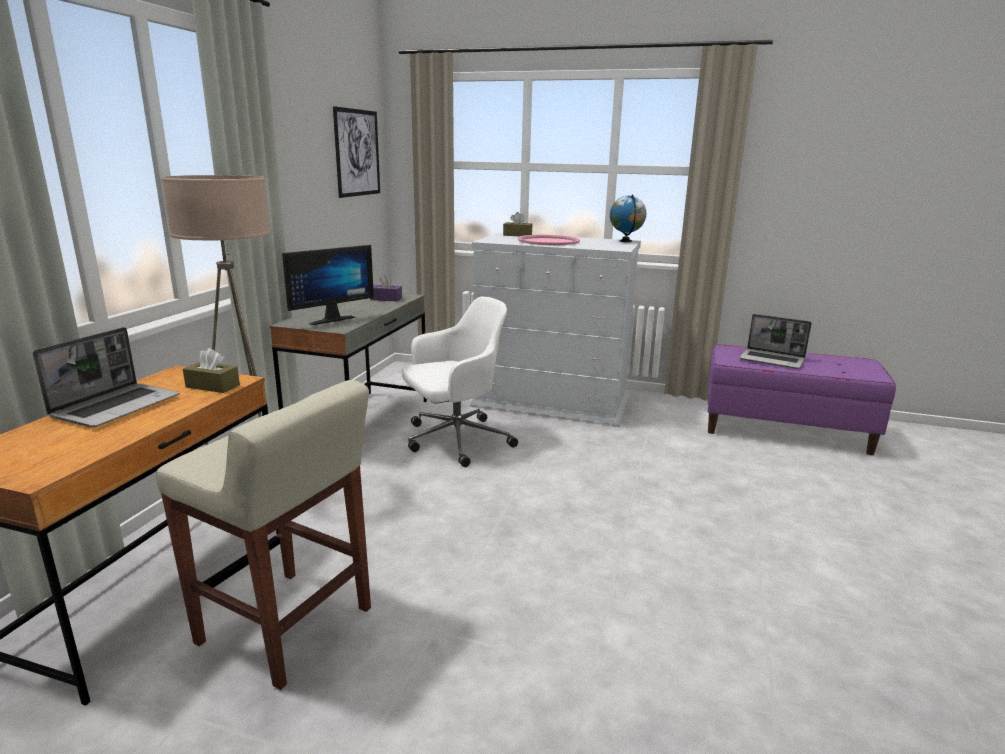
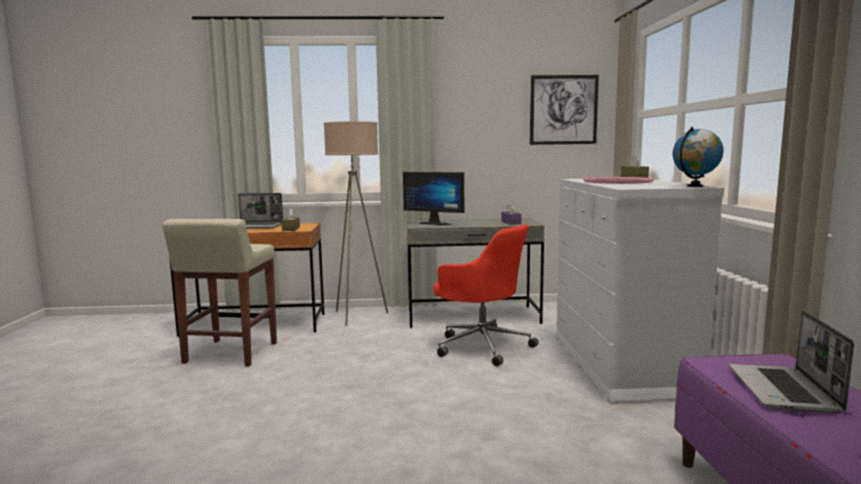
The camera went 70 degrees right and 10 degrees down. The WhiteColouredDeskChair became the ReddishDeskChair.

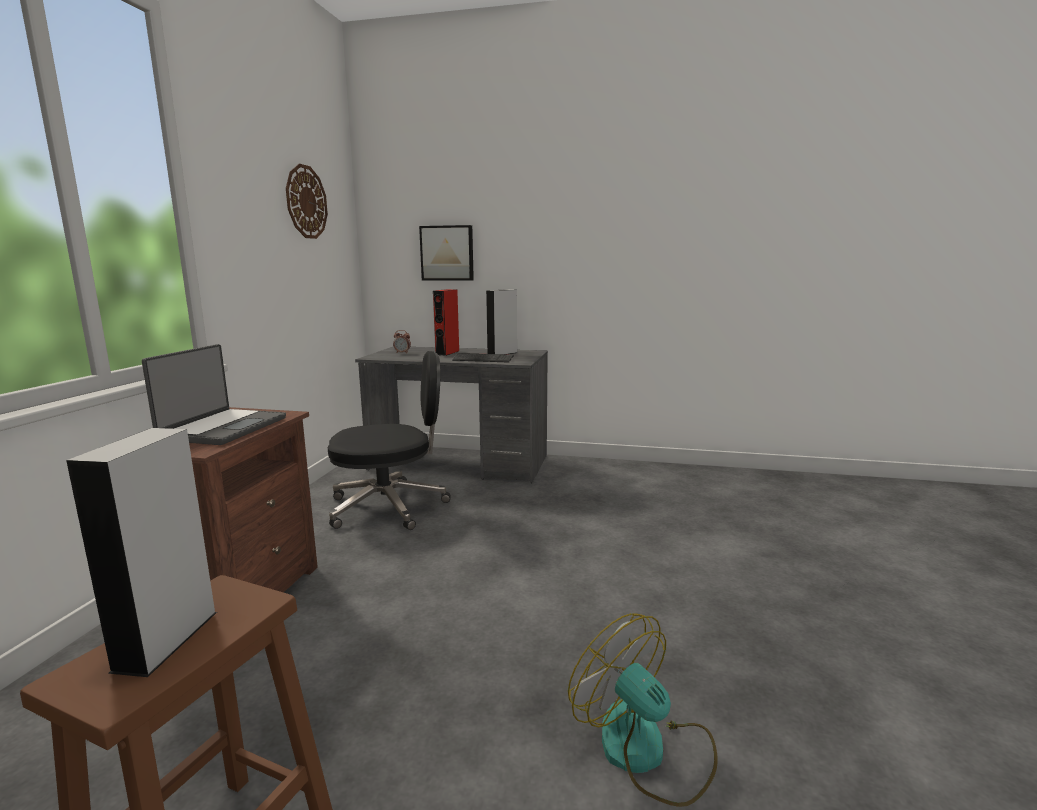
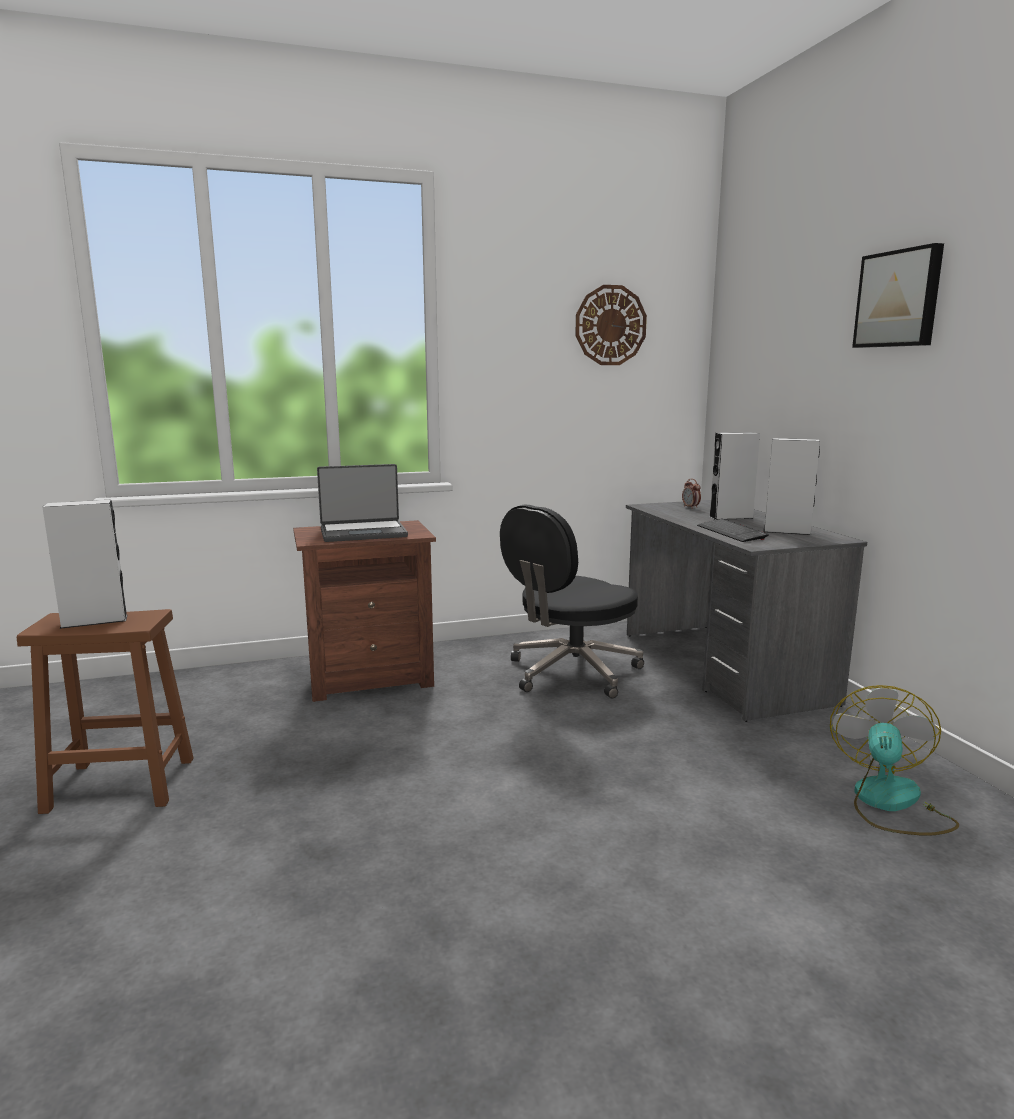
The camera went 60 degrees right and 0 degrees up. The BlackColouredDeskChair turned 90 degrees clockwise. The ReddishSpeaker became the GreySpeaker (no. 2 from left). The Fan moved. The WallArt moved.

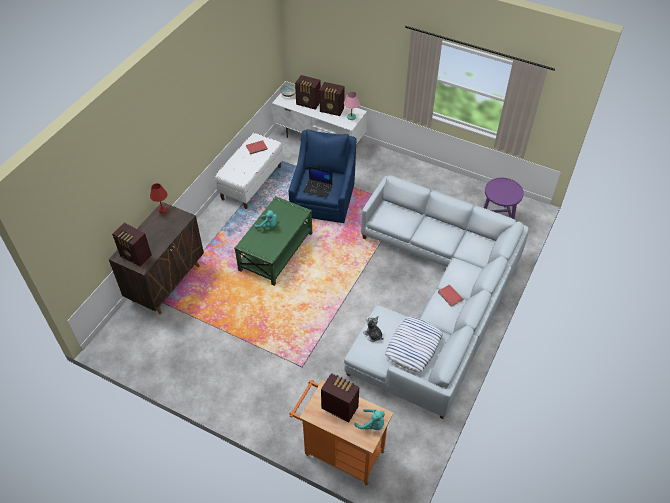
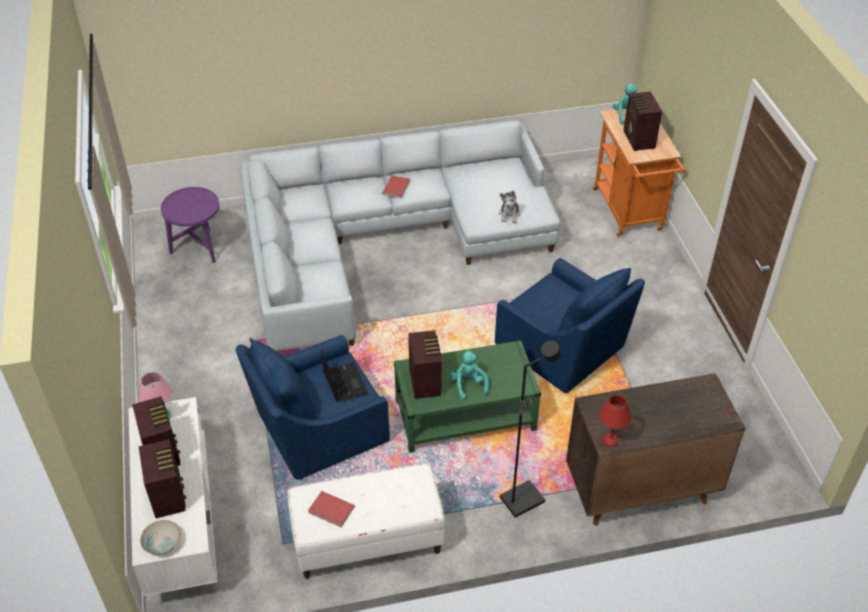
The camera went 130 degrees left and 5 degrees down. The Radio (no. 1 from left in the first image) moved. The BlueColouredArmchair (no. 2 from left) appeared. The BlackColouredStandardLamp appeared. The ThrowPillow disappeared.

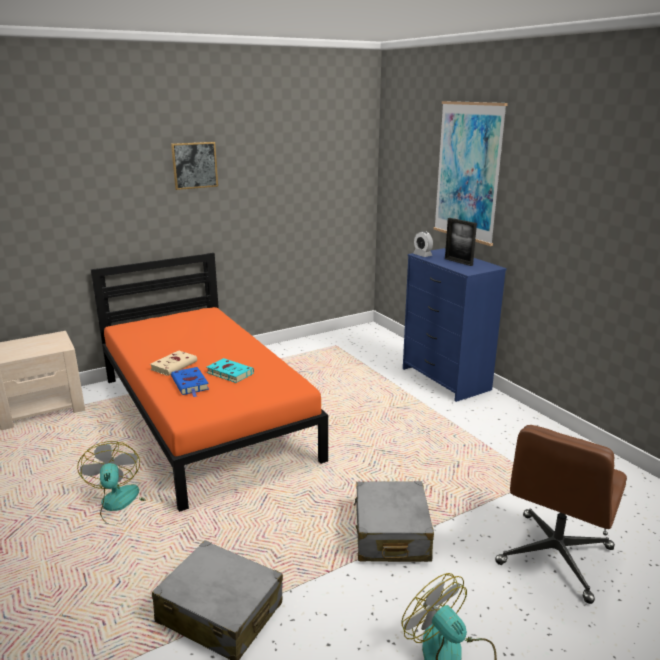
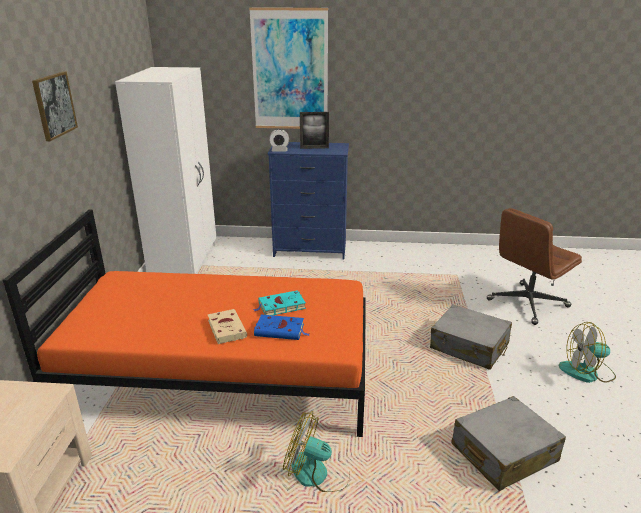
The camera went 55 degrees left and 5 degrees up. The WhiteColouredWardrobe appeared. The BrownDeskChair turned 75 degrees clockwise.

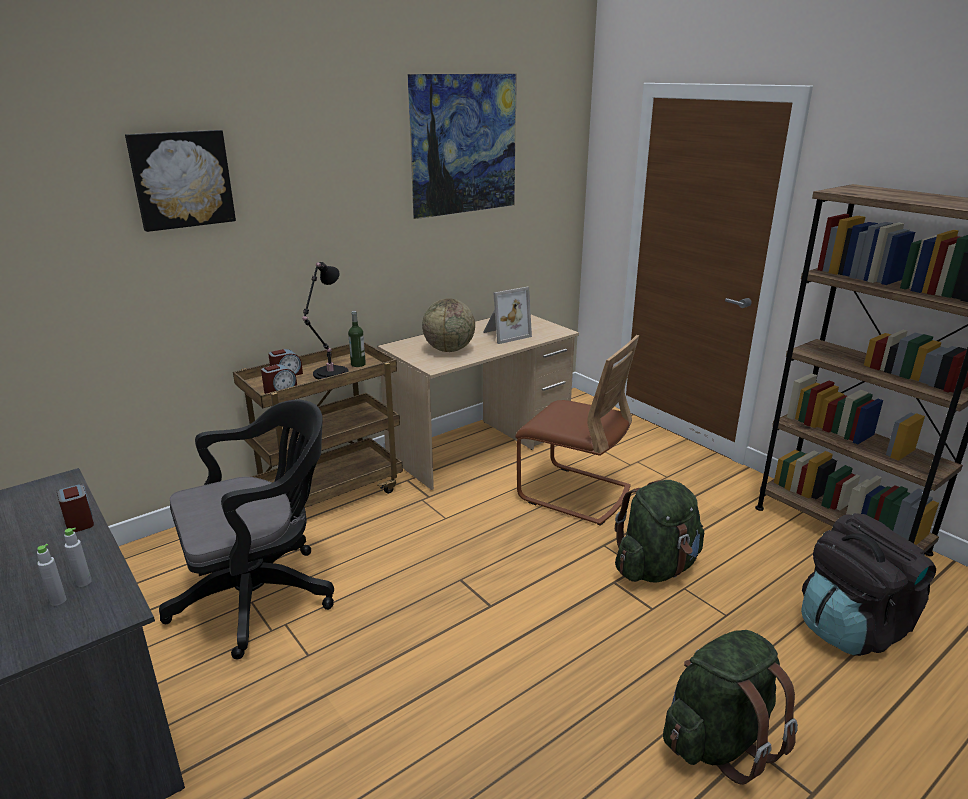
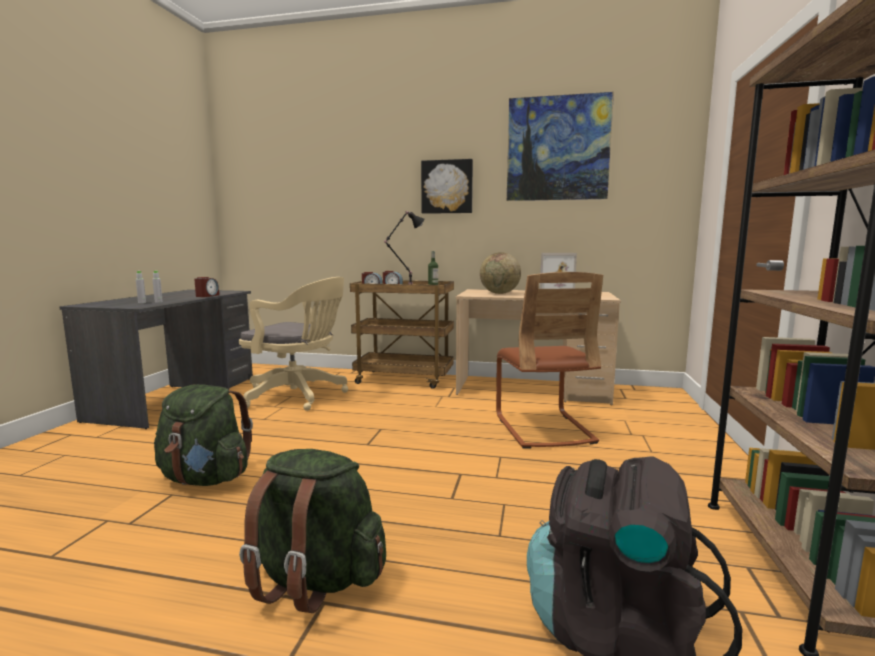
The camera went 50 degrees right and 15 degrees down. The GreenBackpack (no. 1 from left) moved. The BlackColouredDeskChair became the BeigeDeskChair. The WallArt (no. 1 from left) moved.

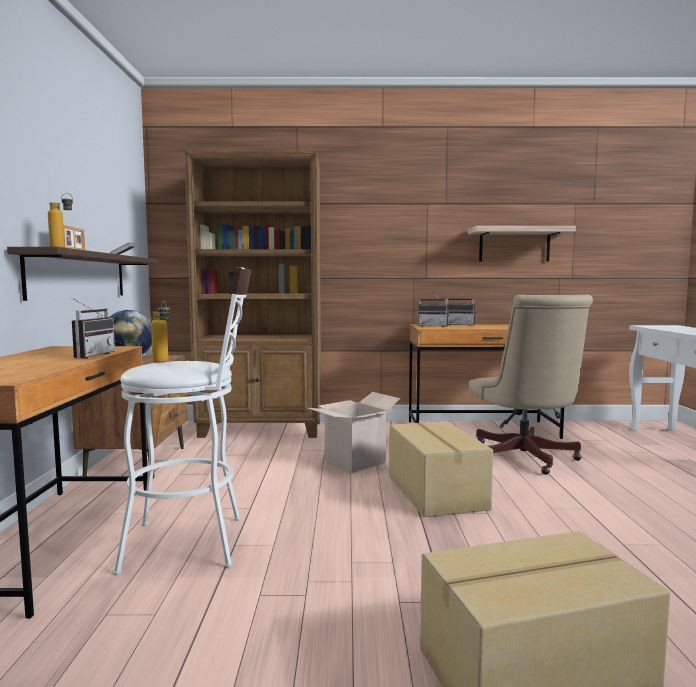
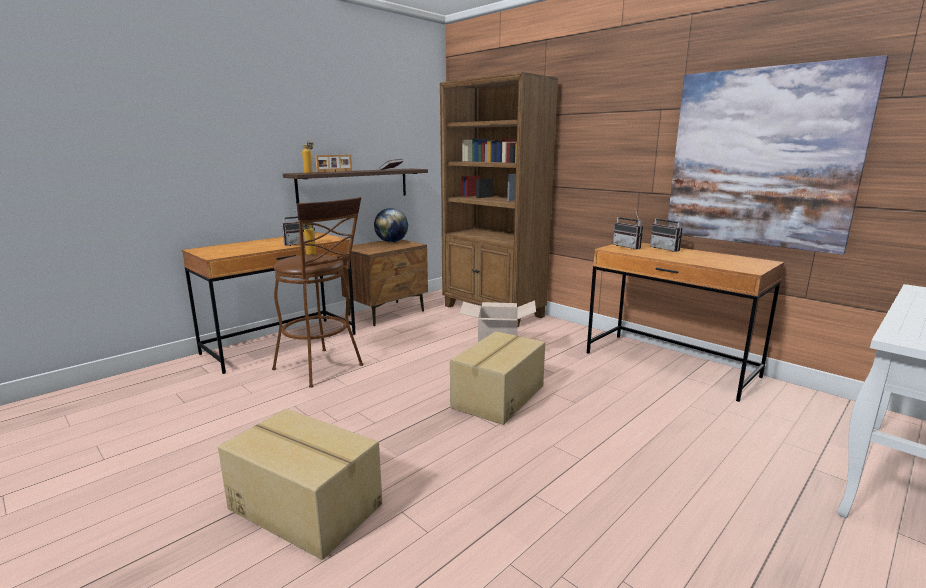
The camera went 45 degrees right and 10 degrees up. The WhiteColouredSittingStool became the BrownSittingStool. The WallShelf (no. 2 from left) was replaced by the WallArt. The BeigeDeskChair disappeared.

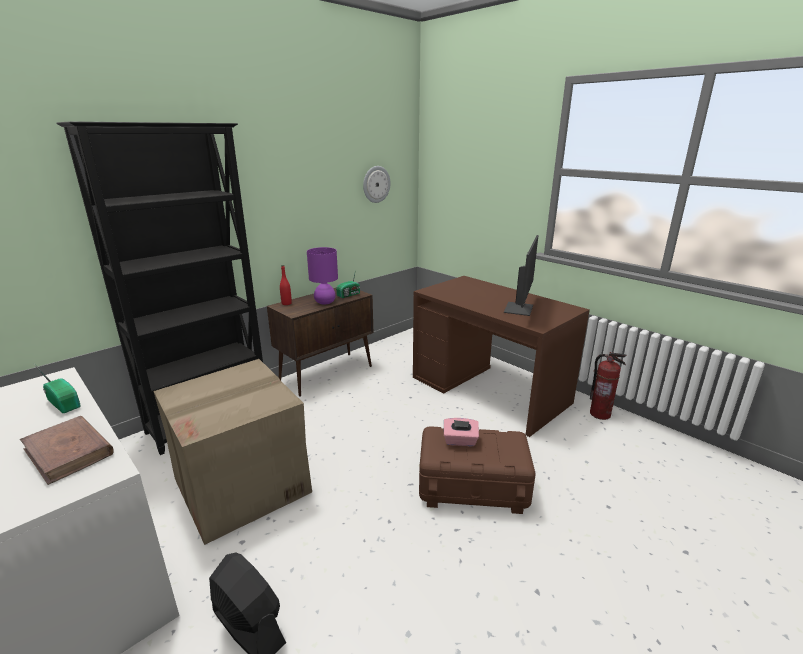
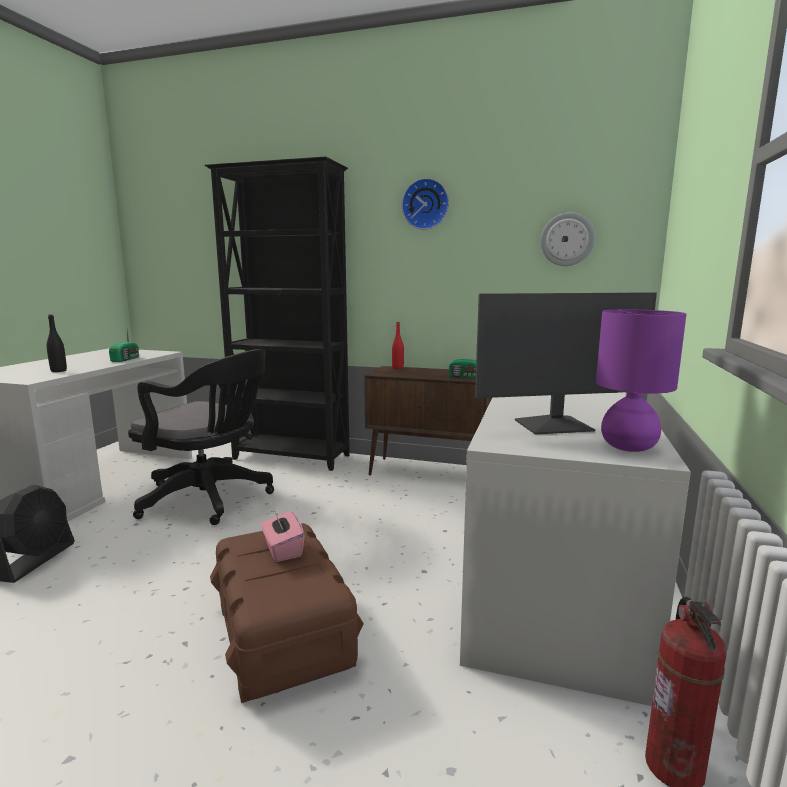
The camera went 60 degrees right and 10 degrees down. The BrownVolume was replaced by the BlackColouredDrinkBottle. The CardboardBox was replaced by the BlackColouredDeskChair. The WallClock (no. 1 from left) appeared. The BrownDeskUnit became the WhiteColouredDeskUnit (no. 2 from left). The PurpleColouredTableLamp moved.

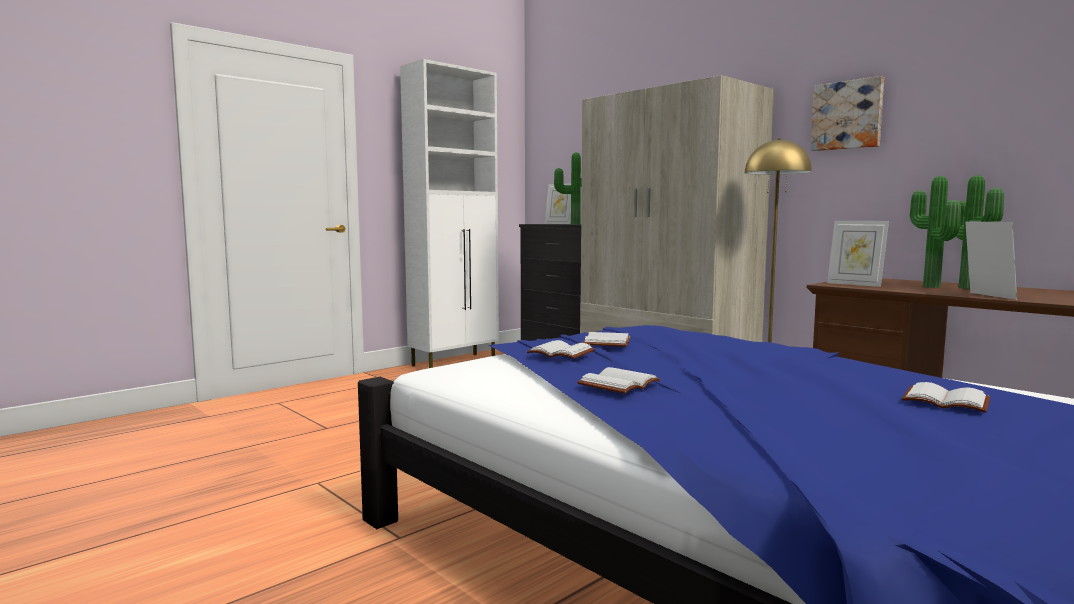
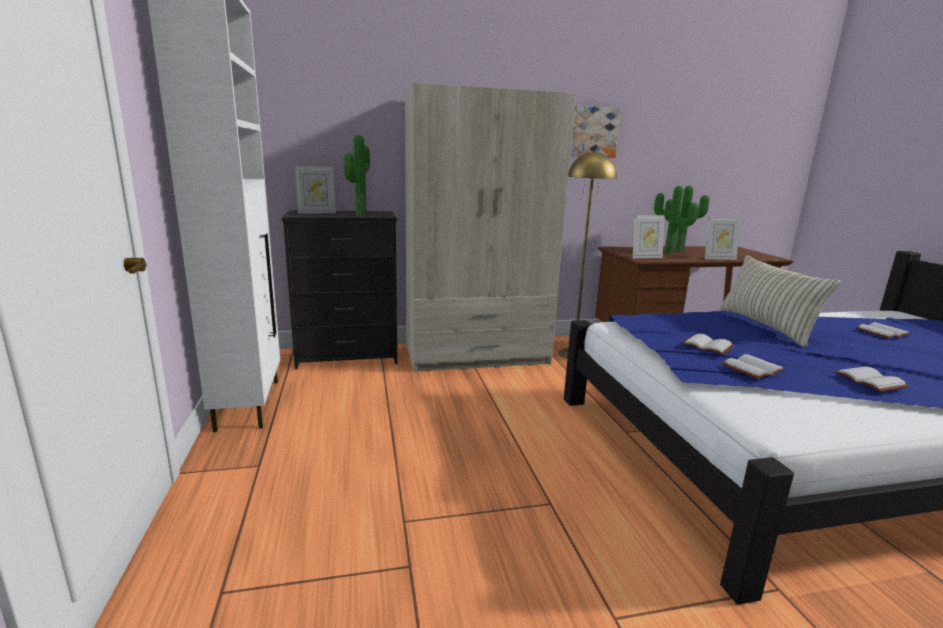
The camera went 60 degrees left and 10 degrees up. The PictureFrame (no. 3 from left) turned 150 degrees clockwise. The ThrowPillow appeared.

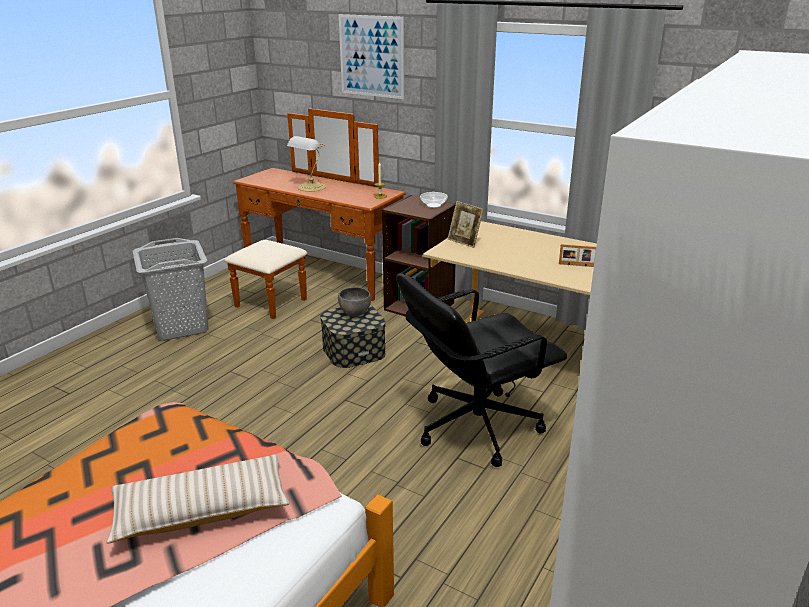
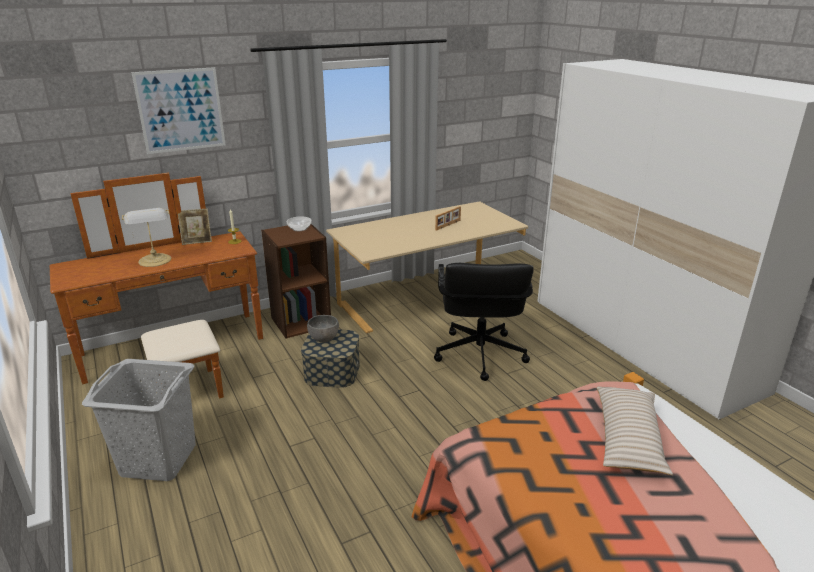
The camera went 60 degrees left and 0 degrees up. The PictureFrame (no. 1 from left) moved.

